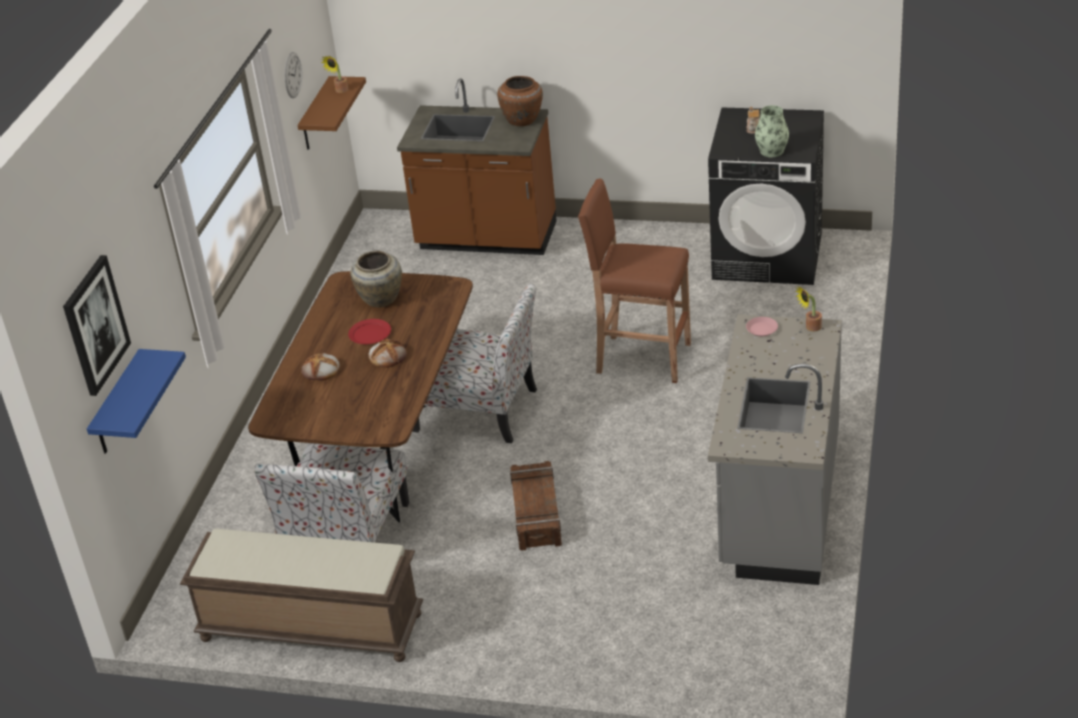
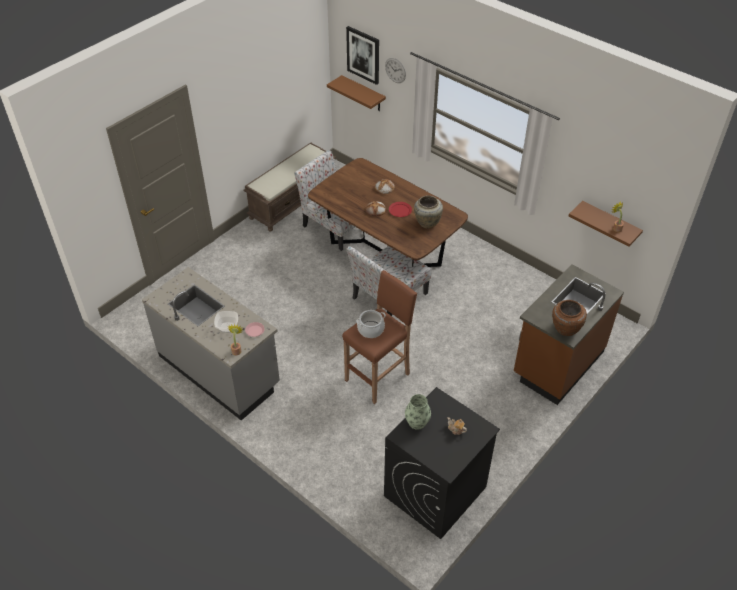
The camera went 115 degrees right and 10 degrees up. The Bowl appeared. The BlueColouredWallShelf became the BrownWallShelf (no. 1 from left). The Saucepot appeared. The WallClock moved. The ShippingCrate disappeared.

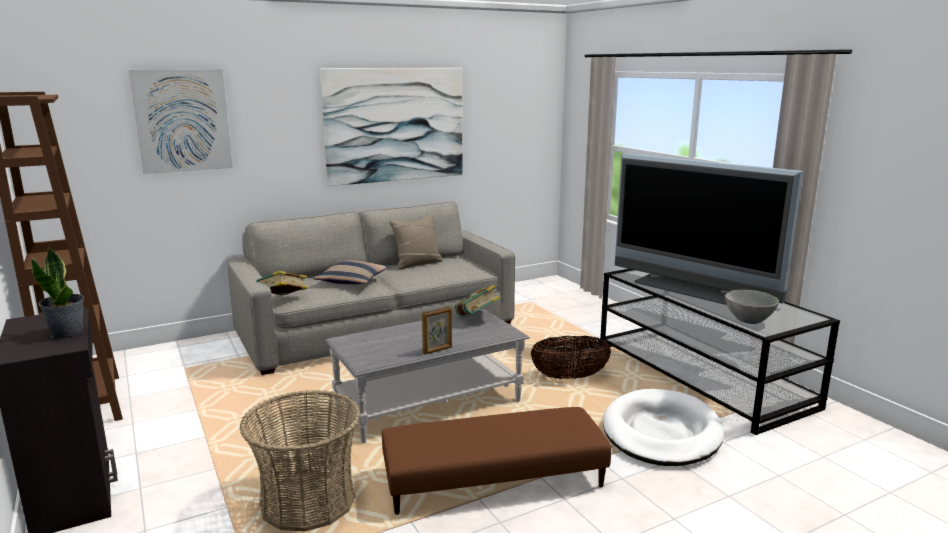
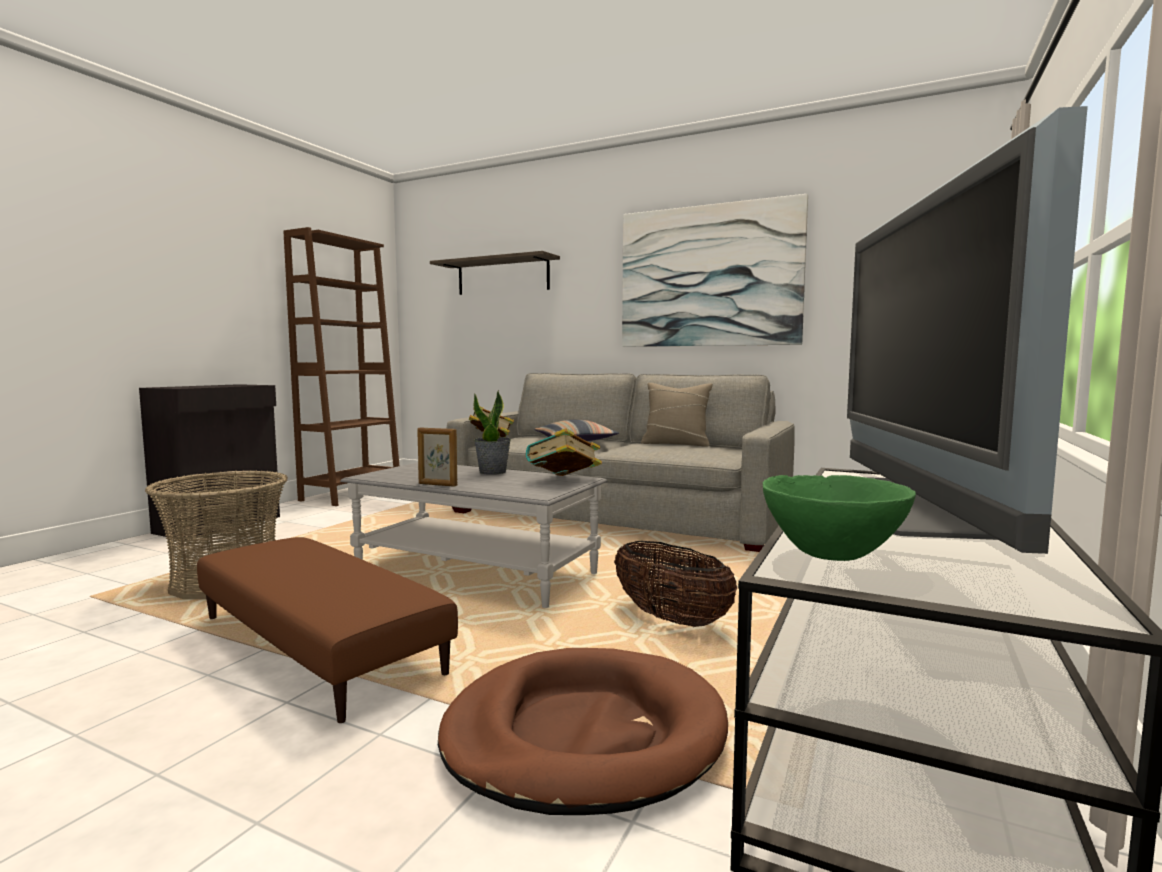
The camera went 55 degrees right and 10 degrees down. The WallArt (no. 1 from left) was replaced by the WallShelf. The WhiteColouredPetBed became the BrownPetBed. The PottedPlant moved. The GreyBowl became the GreenBowl.

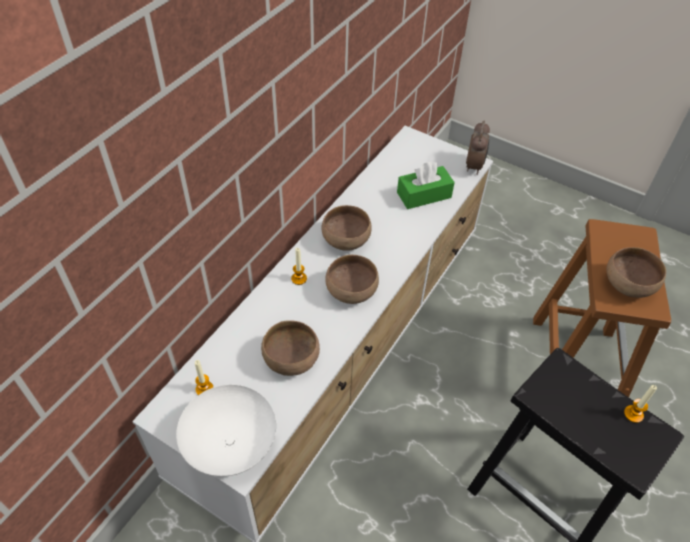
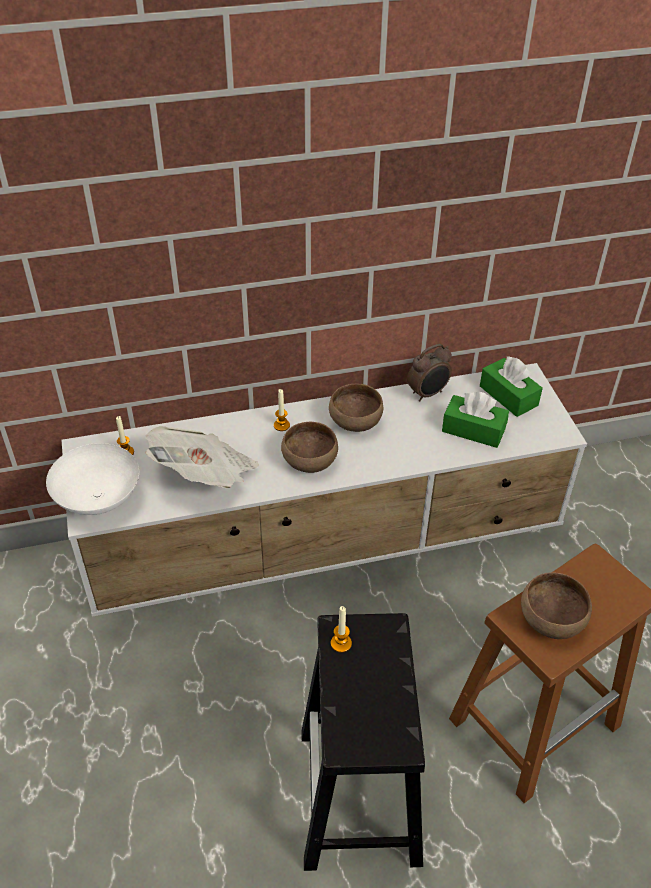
The camera went 45 degrees right and 5 degrees down. The BrownBowl (no. 1 from left) was replaced by the PrintedPaper. The WaxCandle (no. 3 from left) moved. The TableClock moved. The GreenTissueBox (no. 2 from left) appeared.

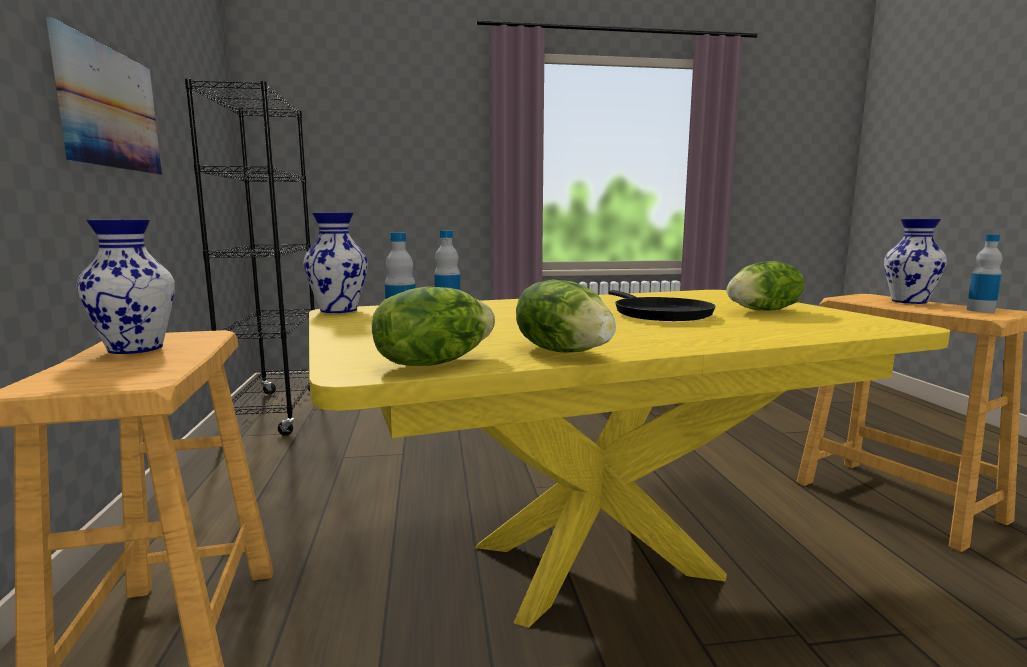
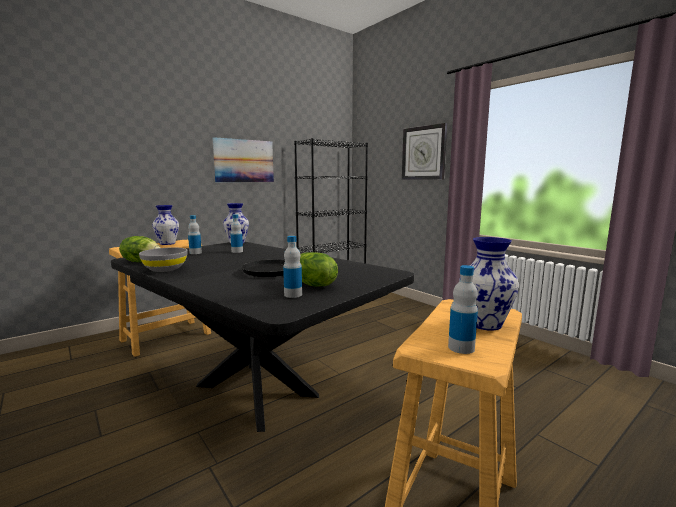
The camera went 60 degrees right and 0 degrees up. The YellowColouredDiningTable became the BlackColouredDiningTable. The Lettuce (no. 2 from left) was replaced by the GreyBowl. The DrinkBottle (no. 3 from left) appeared. The WallClock appeared.

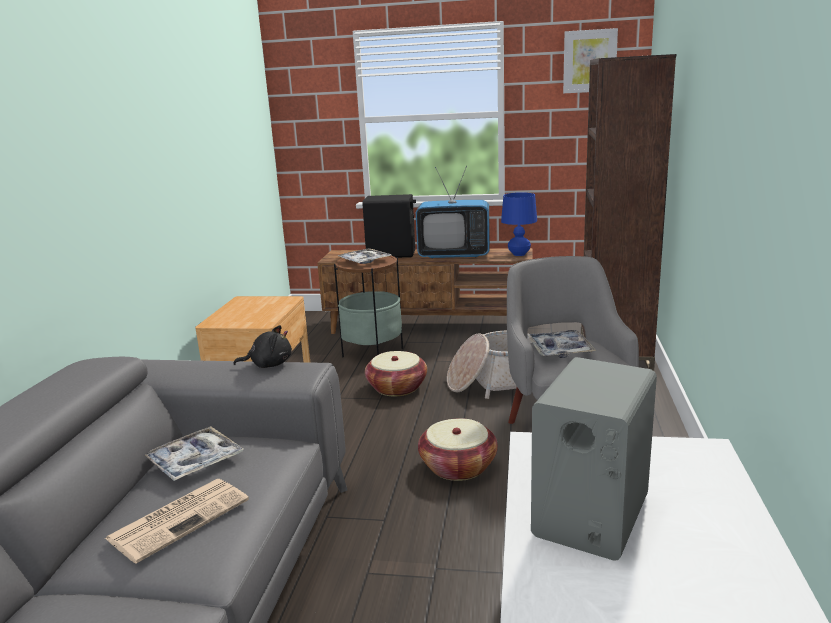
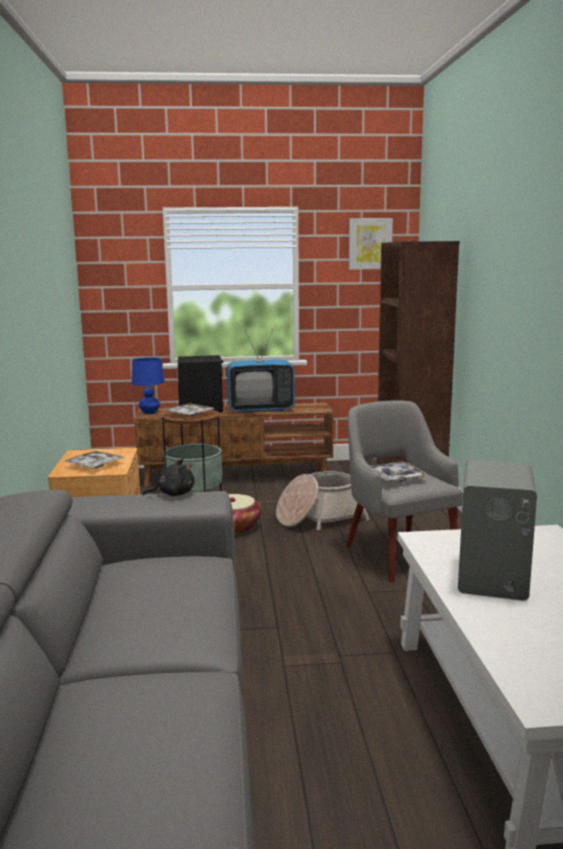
The camera went 15 degrees left and 5 degrees down. The ServingTray (no. 1 from left) moved. The BlueColouredTableLamp moved. The PrintedPaper disappeared. The StorageBasket (no. 2 from left) disappeared.

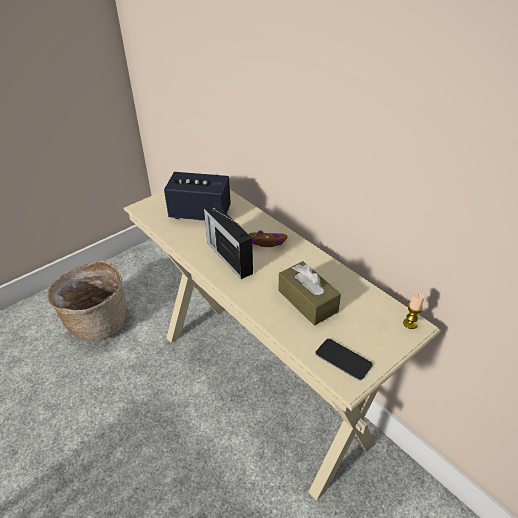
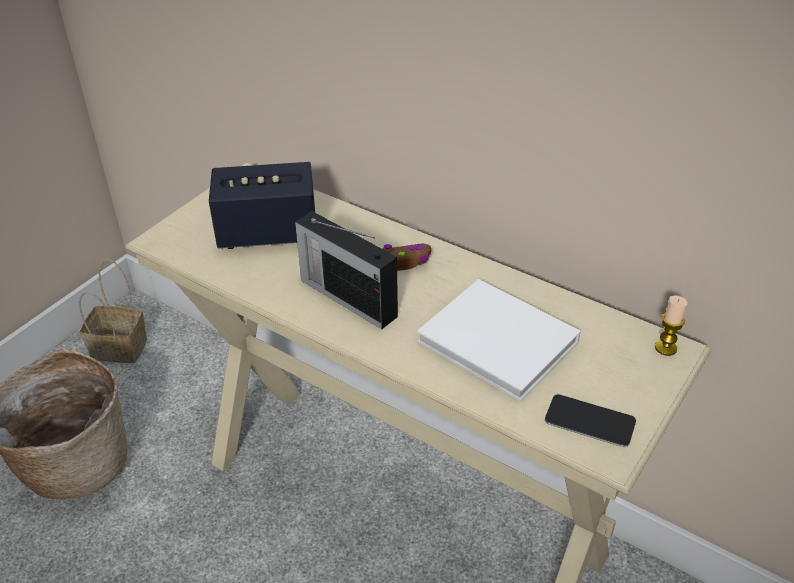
The camera went 15 degrees left and 0 degrees up. The StorageBasket (no. 2 from left) appeared. The BrownTissueBox was replaced by the WhiteColouredVolume.

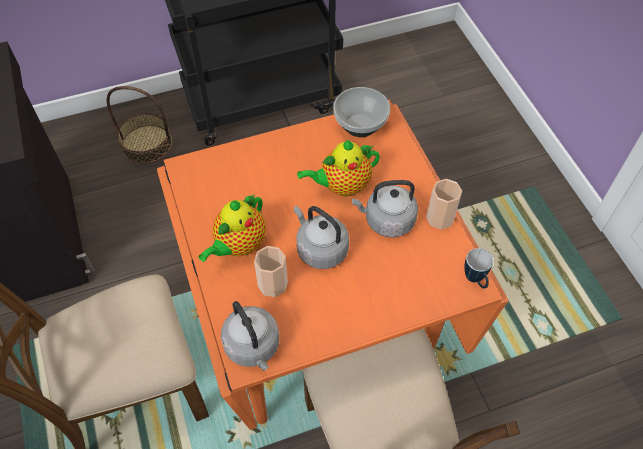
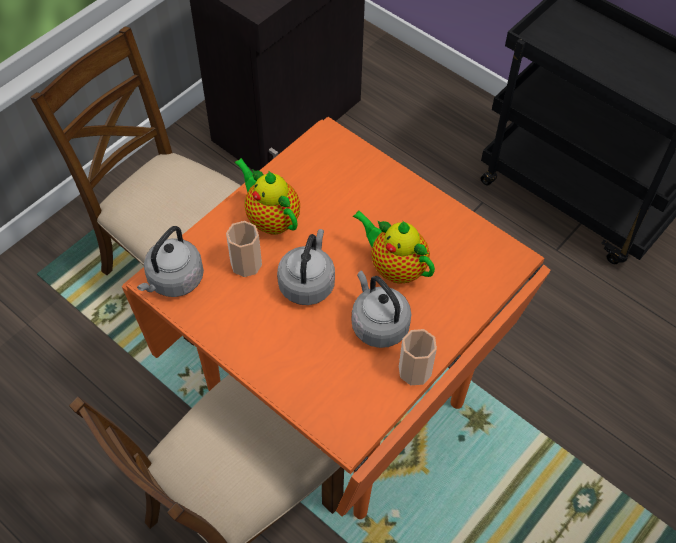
The camera went 60 degrees right and 0 degrees up. The PotForTea (no. 1 from left) turned 45 degrees clockwise. The StorageBasket disappeared. The Bowl disappeared. The Mug disappeared.

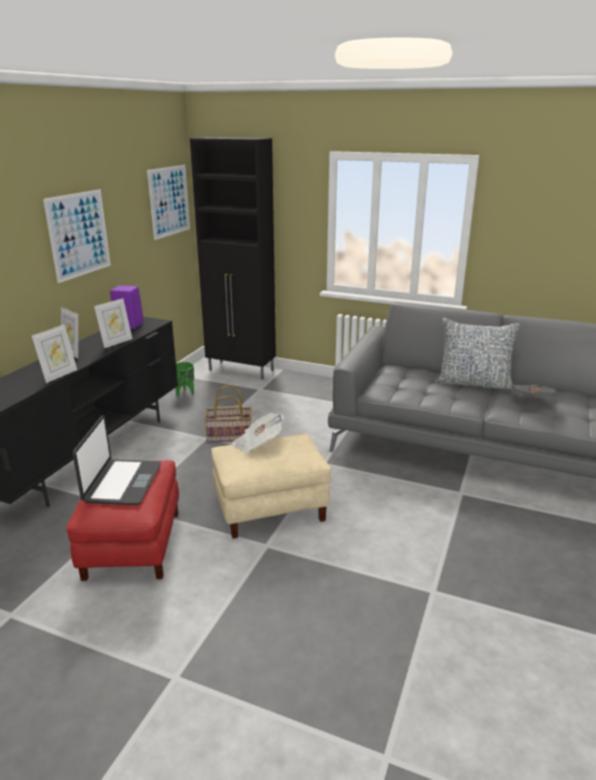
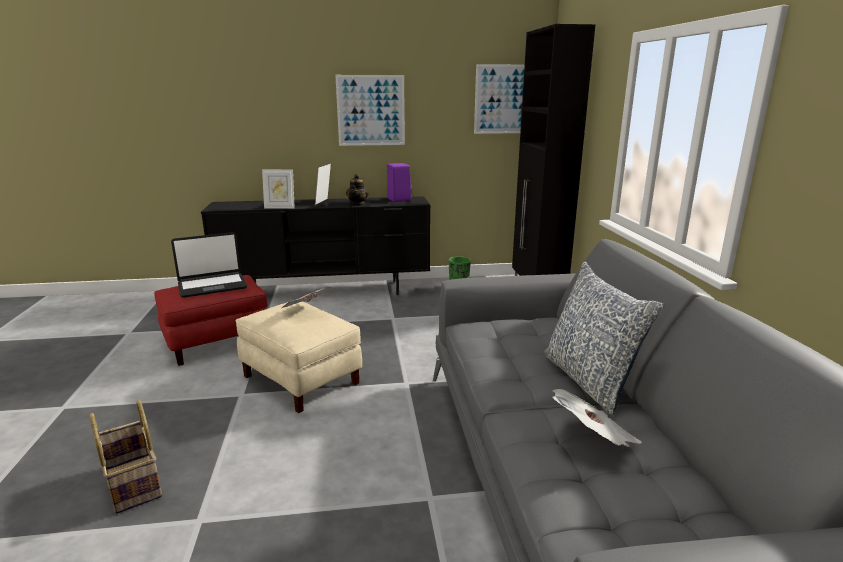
The camera went 60 degrees right and 5 degrees down. The StorageBasket moved. The PictureFrame (no. 3 from left) was replaced by the PotForTea.

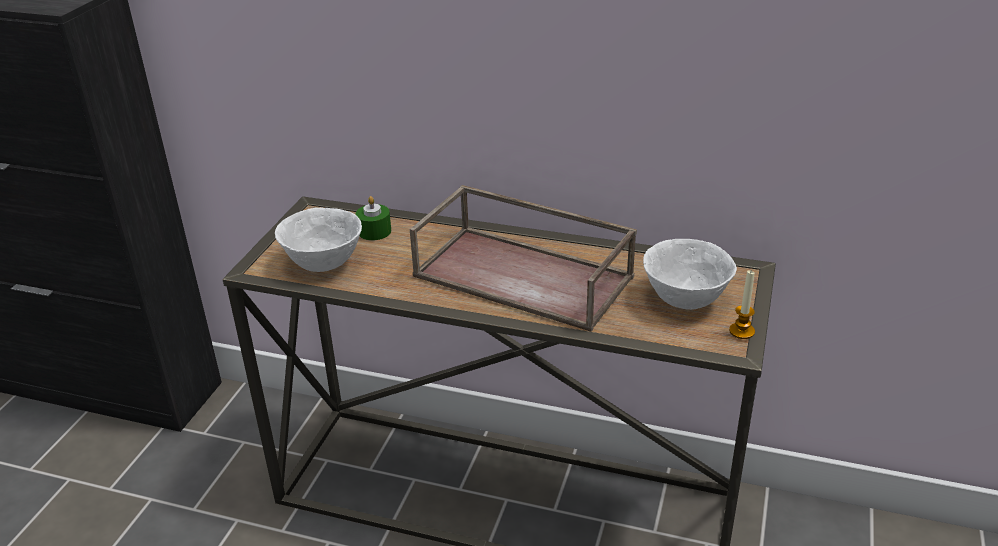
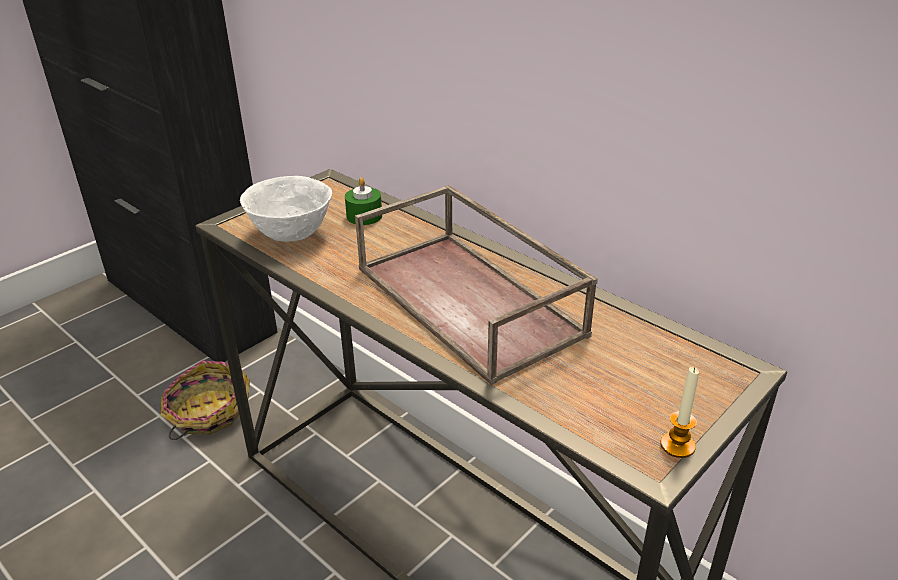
The camera went 25 degrees right and 0 degrees up. The StorageBasket appeared. The WhiteColouredBowl (no. 2 from left) disappeared.

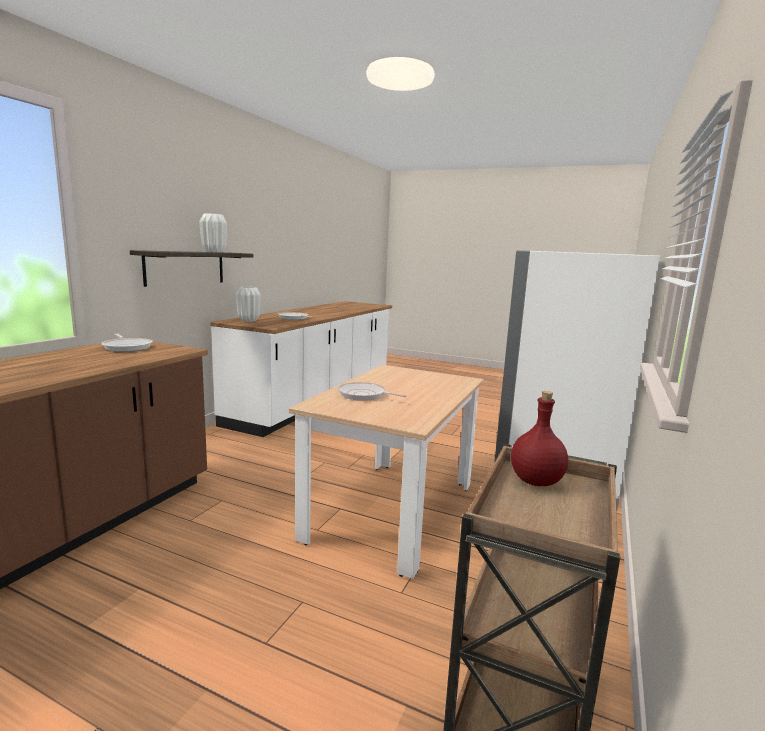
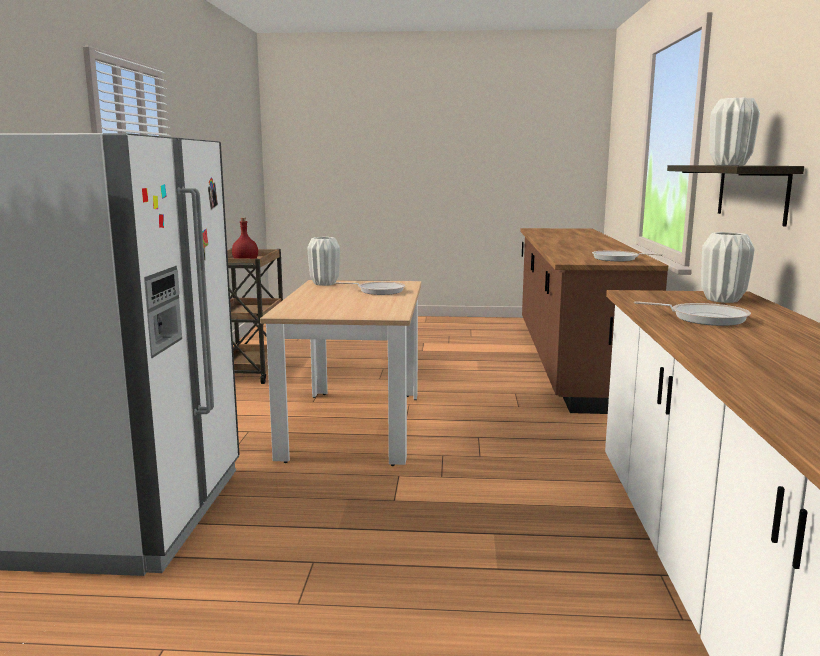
The camera went 160 degrees right and 0 degrees up. The WhiteColouredFlowerVase (no. 1 from left) appeared.

